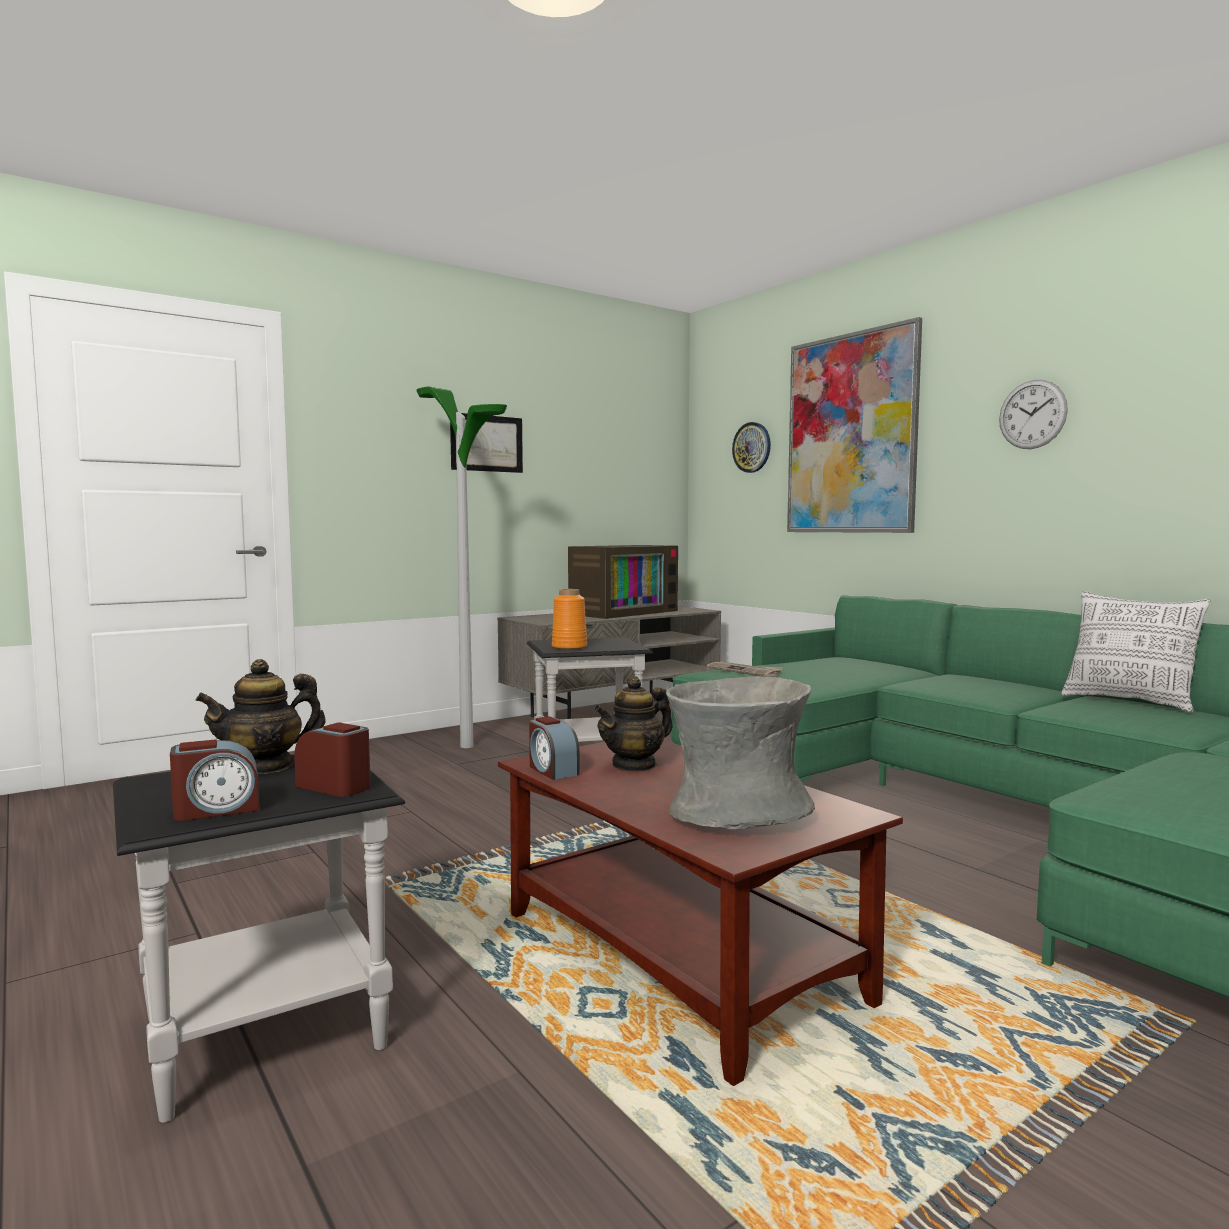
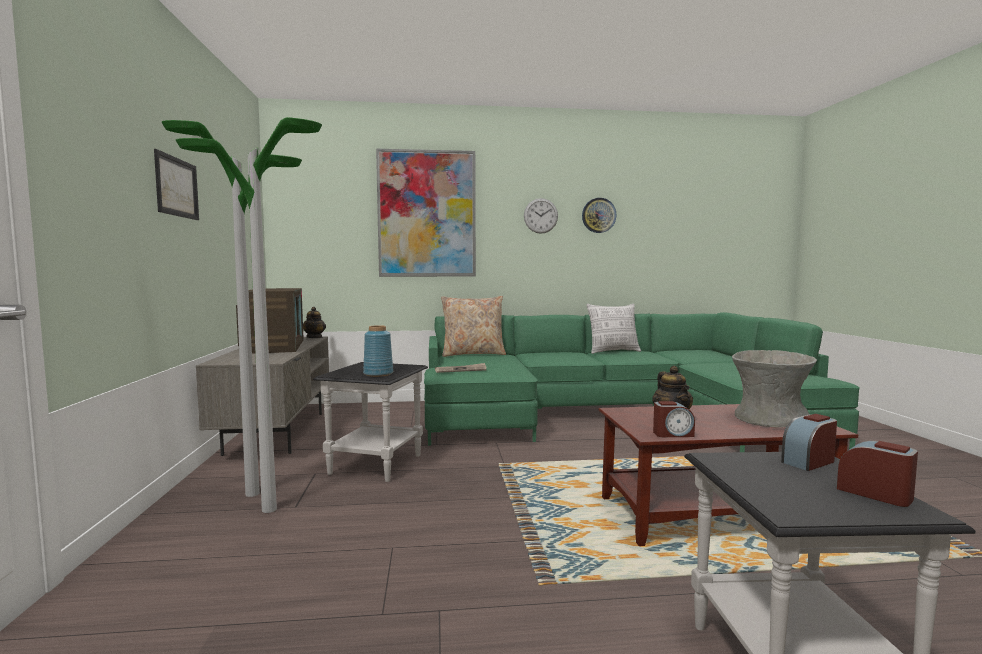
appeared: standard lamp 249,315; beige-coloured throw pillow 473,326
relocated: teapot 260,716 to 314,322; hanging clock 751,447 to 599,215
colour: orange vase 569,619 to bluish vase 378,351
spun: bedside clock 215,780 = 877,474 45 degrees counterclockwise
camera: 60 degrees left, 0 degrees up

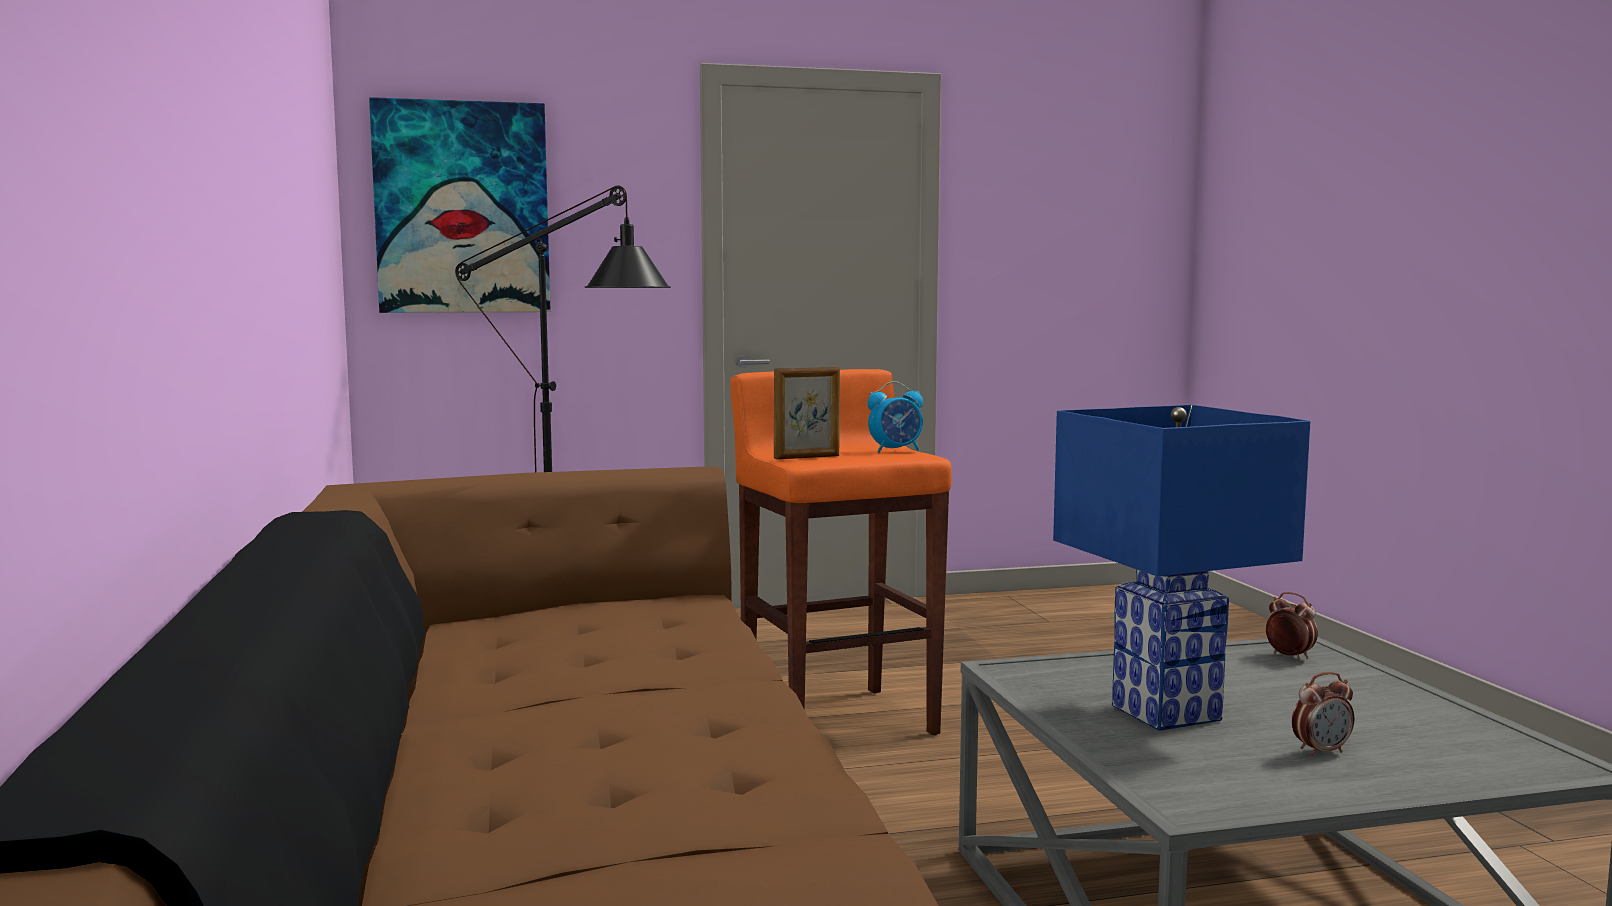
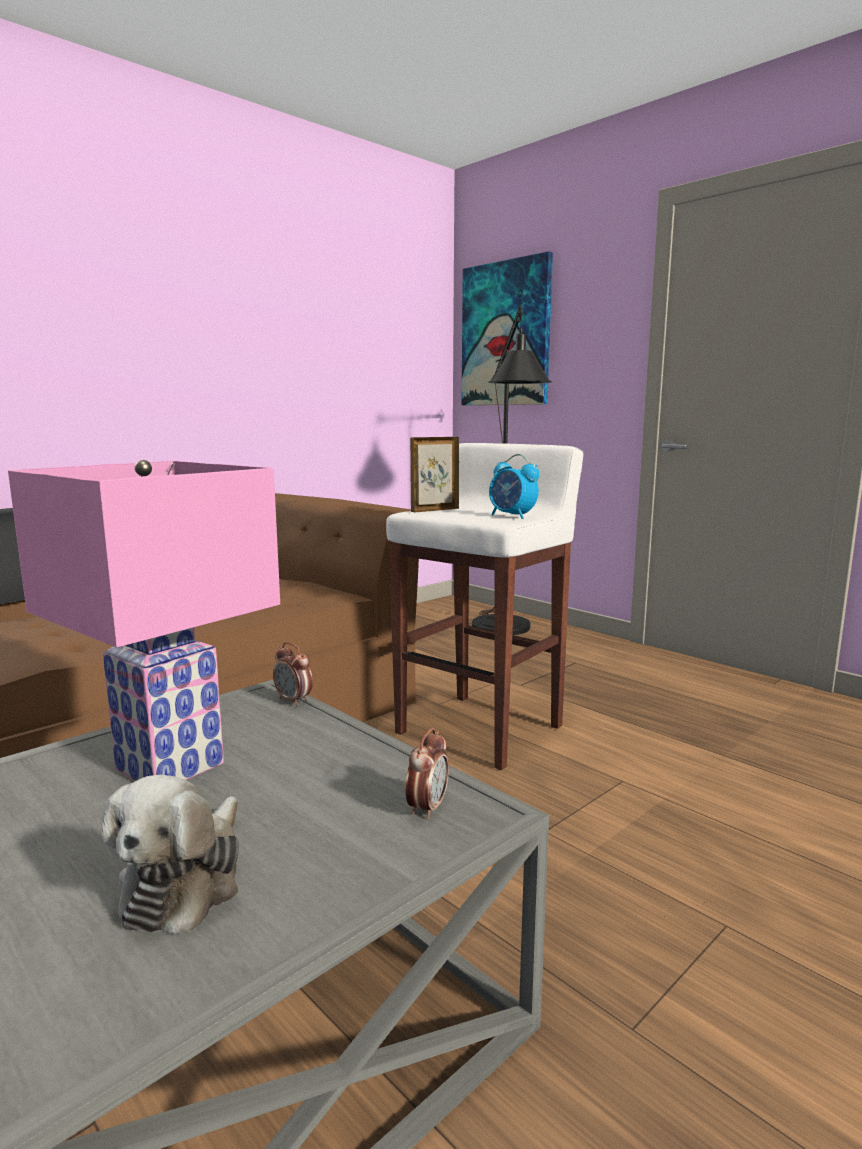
appeared: soft toy 170,854
relocated: bedside clock 1323,714 to 293,674
colour: orange stool seat 841,552 to white-coloured stool seat 484,606; bluish tabletop lamp 1181,568 to pink tabletop lamp 144,620
spun: photo frame 807,413 = 434,474 105 degrees clockwise
camera: 60 degrees right, 5 degrees up

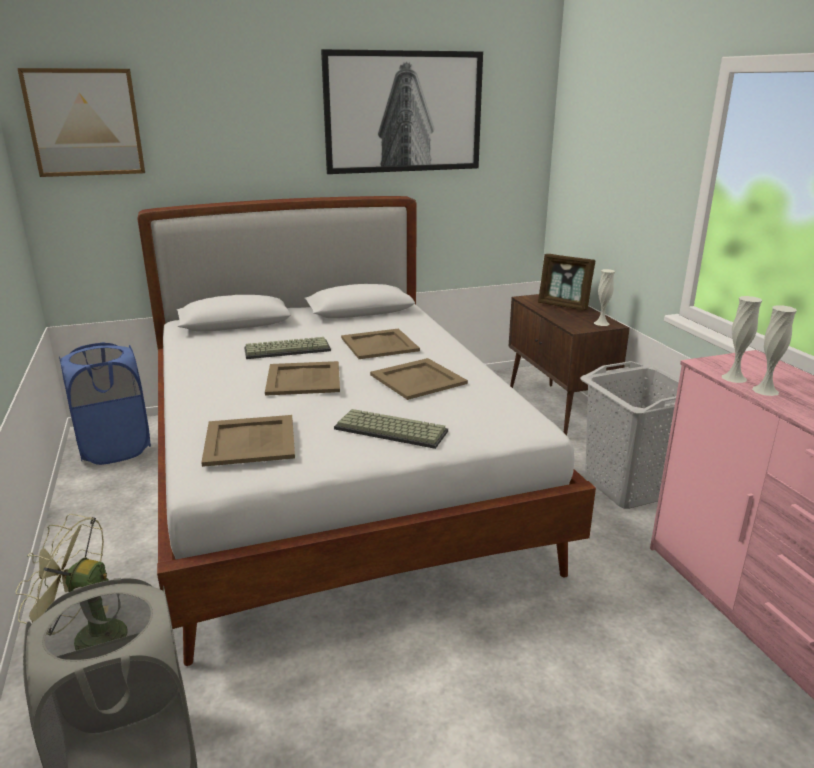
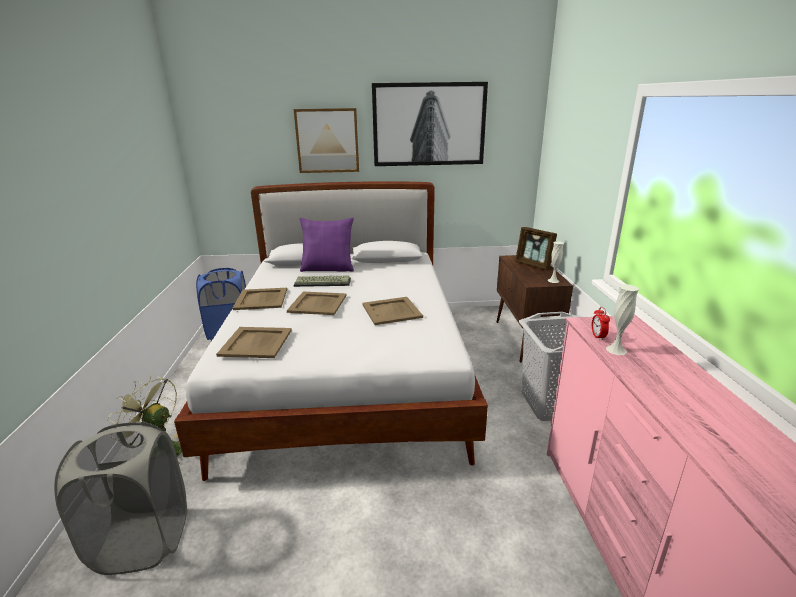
missing: PC keyboard 391,429
appeared: purple throw pillow 326,244
relocated: wall picture 81,122 to 326,140; beige-coloured serving tray 380,343 to 260,299
exchanged: white-coloured vase 742,339 to bedside clock 601,324
camera: 15 degrees right, 0 degrees up

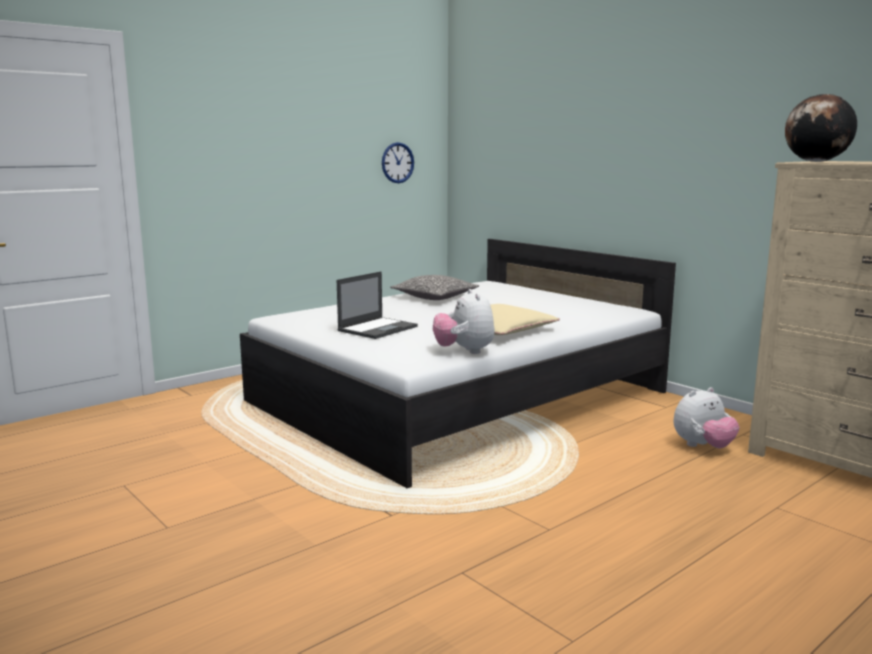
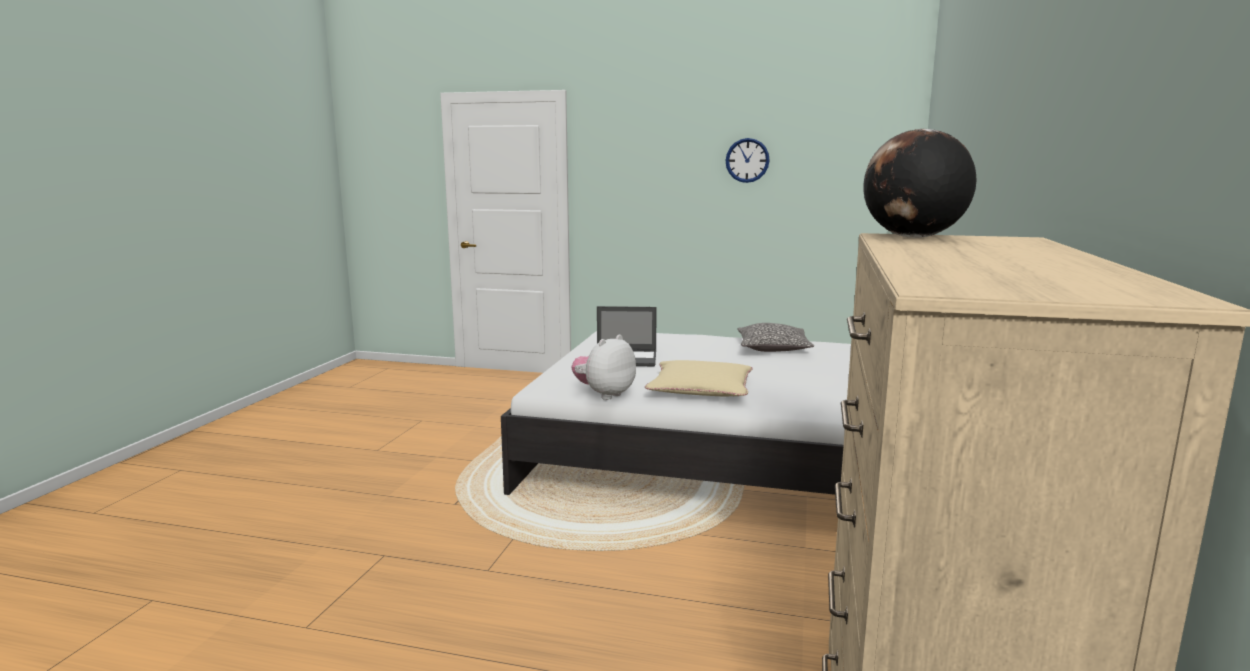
missing: soft toy 706,417
relocated: hanging clock 398,162 to 747,160
camera: 55 degrees right, 0 degrees up

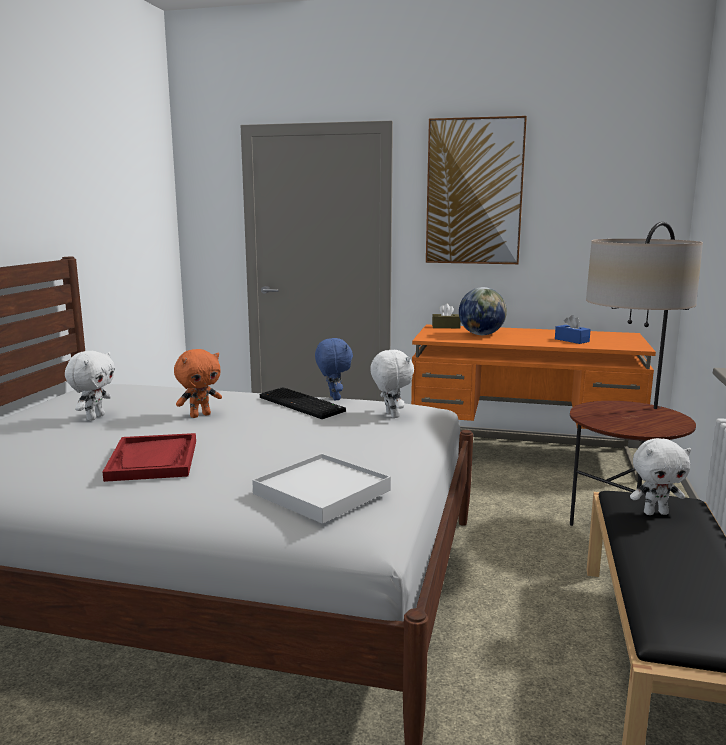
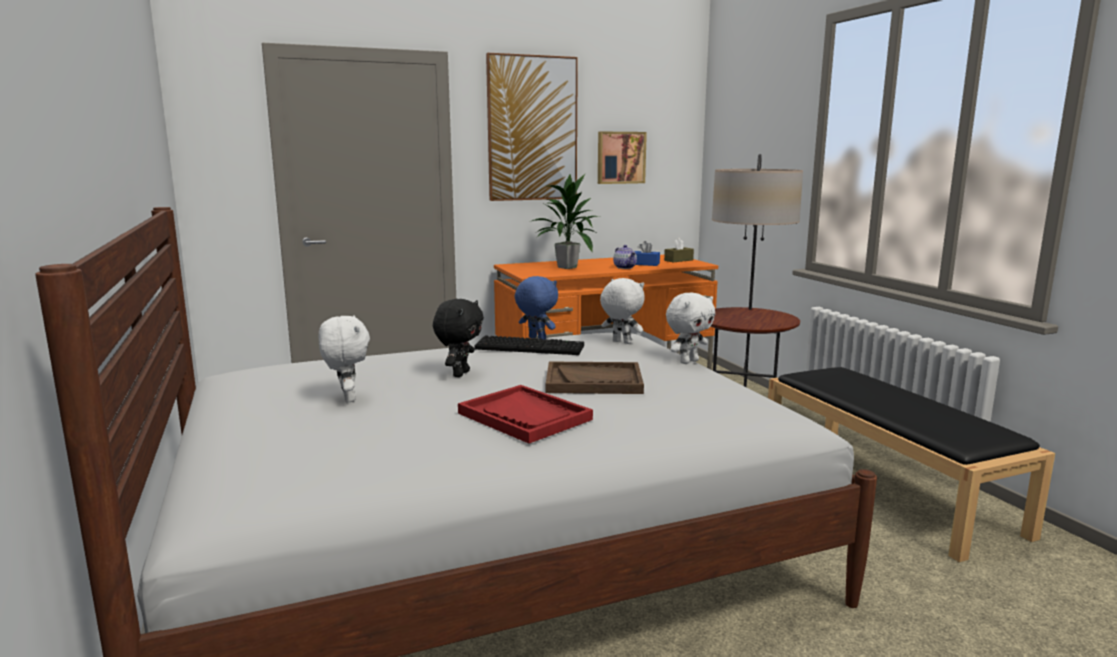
missing: white-coloured serving tray 321,489
appeared: brown-coloured serving tray 595,378; wall picture 622,158; teapot 625,257
relocated: brown-coloured box of tissues 446,316 to 679,250; white-coloured soft toy 660,476 to 690,328
exchanged: world globe 483,311 to potted plant 563,221
colour: orange soft toy 198,383 to blackish soft toy 458,338
camera: 35 degrees left, 0 degrees up

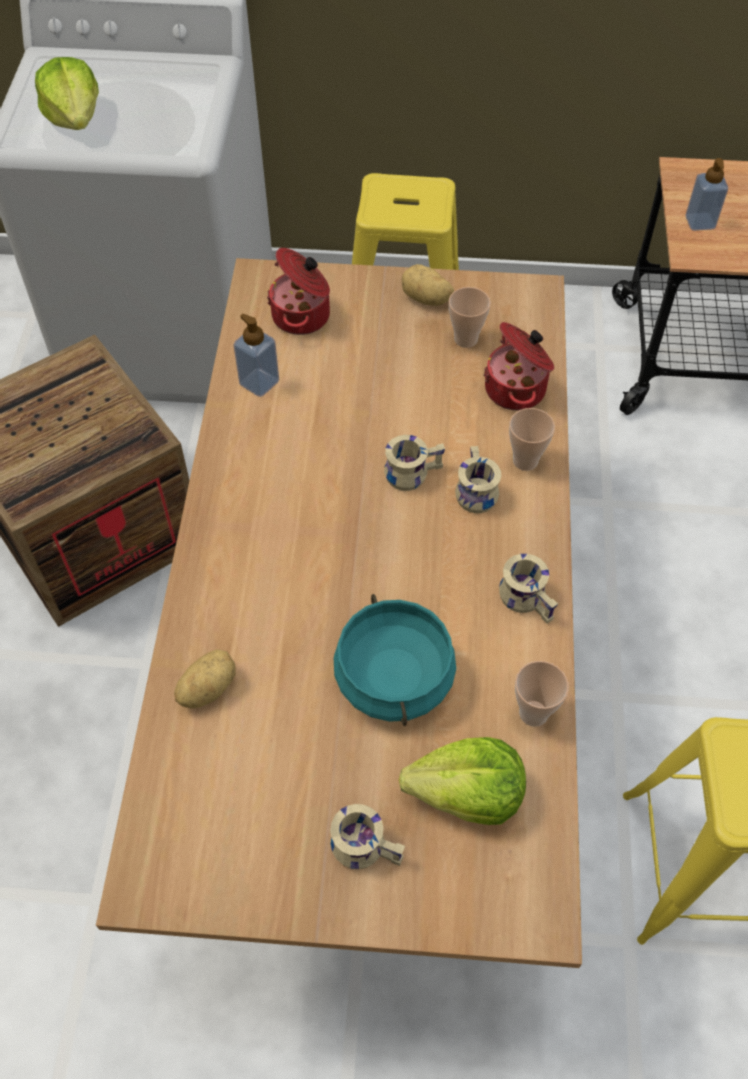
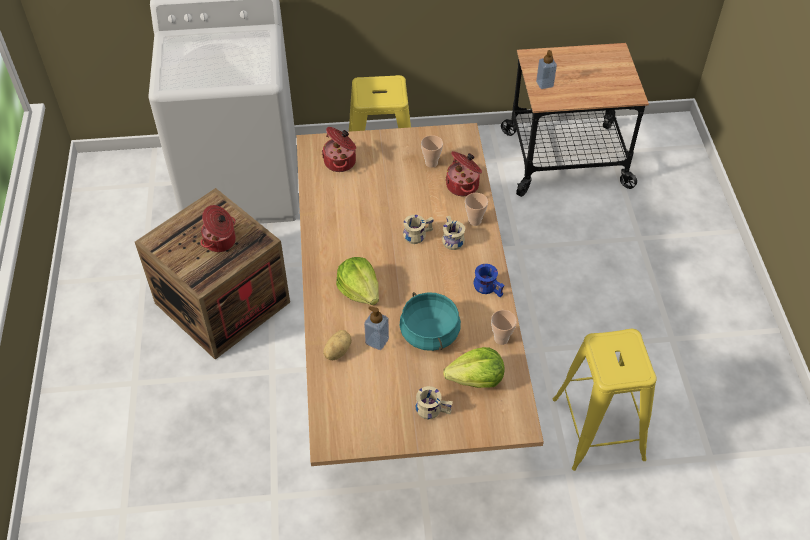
missing: spud 428,285
appeared: cooking pot 218,228
relocated: lettuce 67,93 to 357,281; liquid soap bottle 256,355 to 376,328
colour: beige-coloured coffee mug 528,589 to bluish coffee mug 489,280
camera: 10 degrees left, 5 degrees down

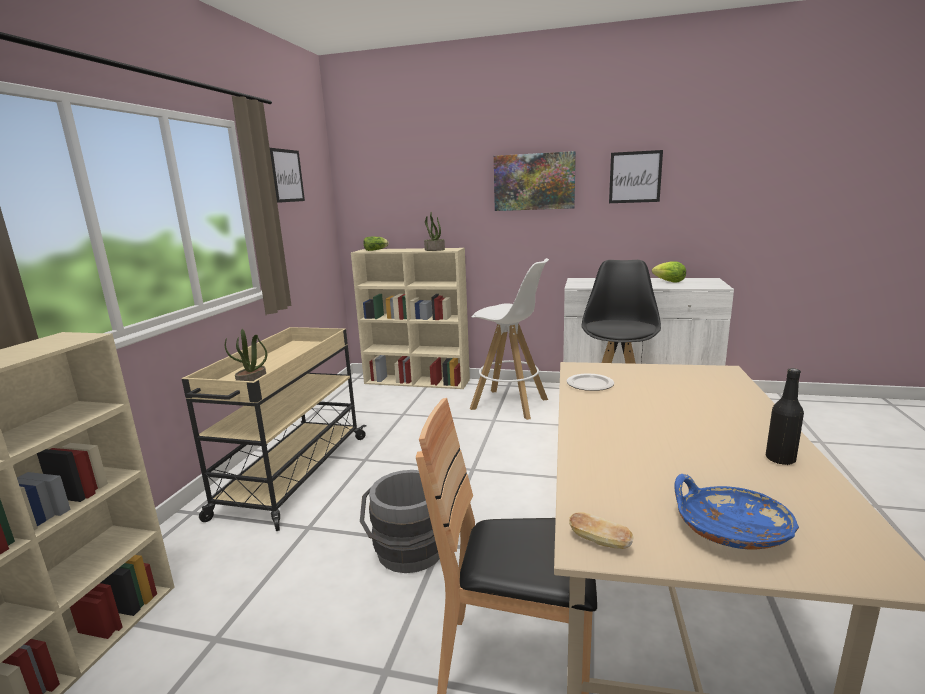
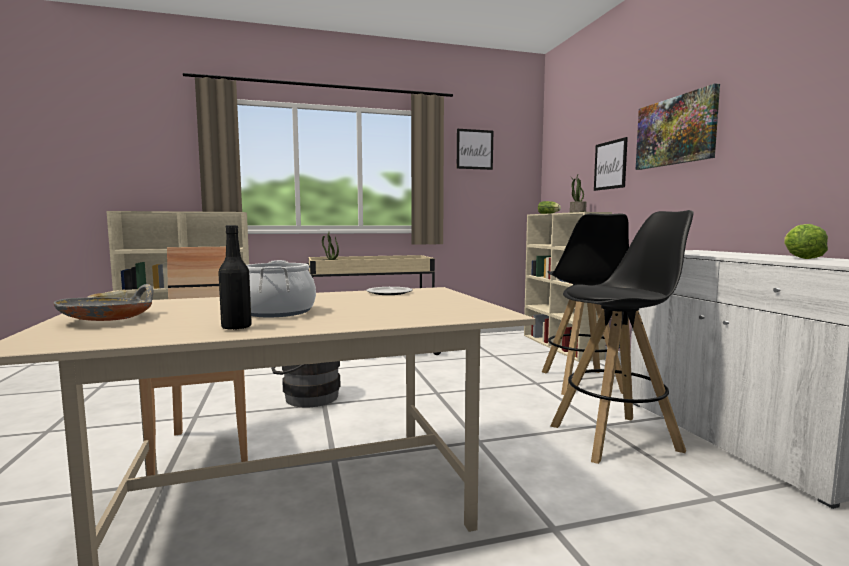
appeared: cooking pot 281,288
relocated: wall picture 636,176 to 611,164
colour: white-coloured stool seat 509,339 to blackish stool seat 585,304; bluish deep dish 736,512 to greyish deep dish 104,302
camera: 60 degrees right, 10 degrees down

